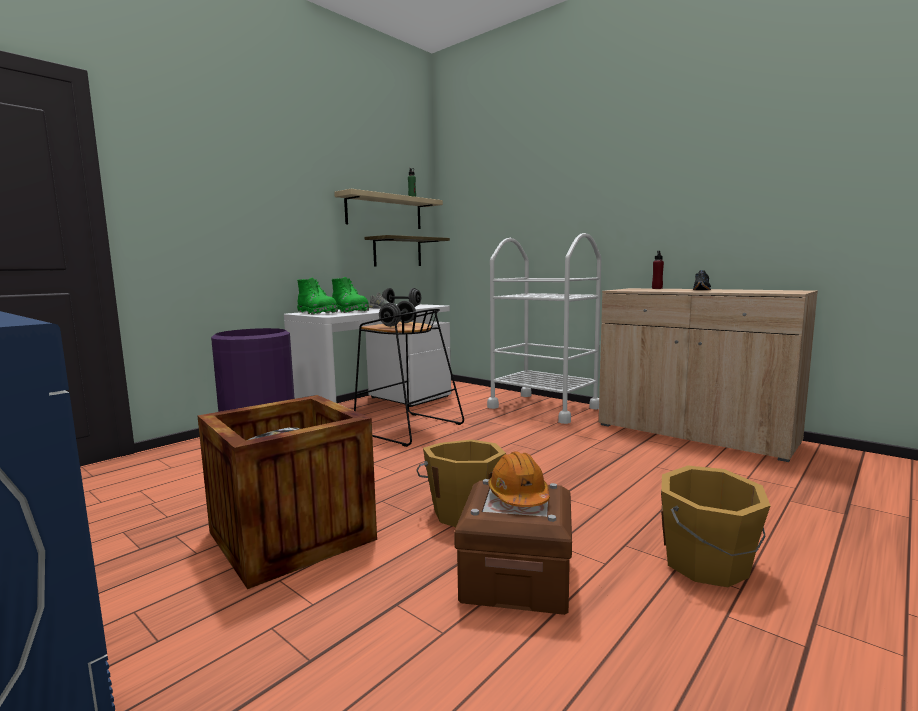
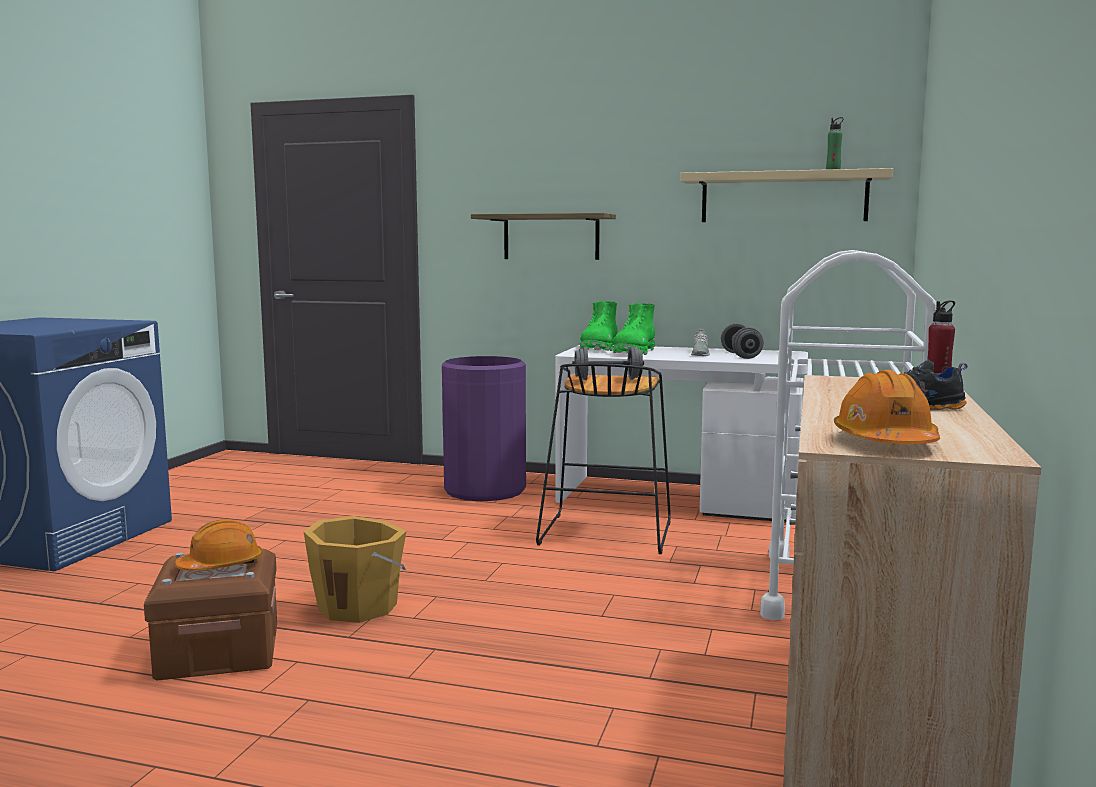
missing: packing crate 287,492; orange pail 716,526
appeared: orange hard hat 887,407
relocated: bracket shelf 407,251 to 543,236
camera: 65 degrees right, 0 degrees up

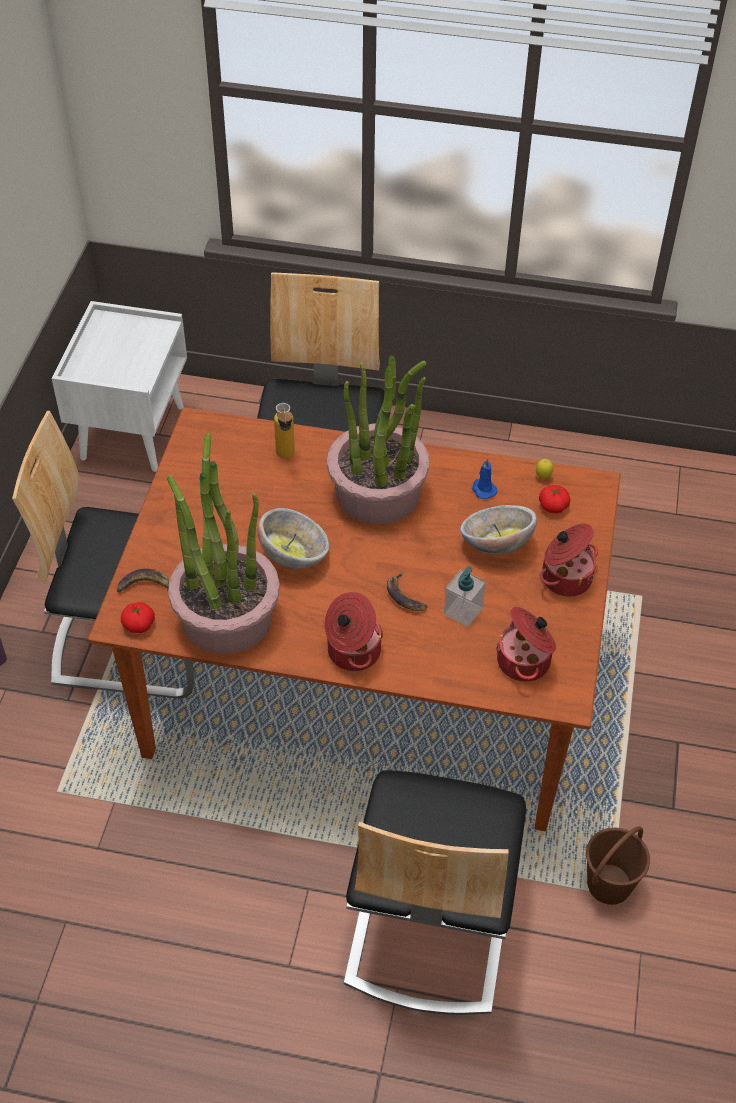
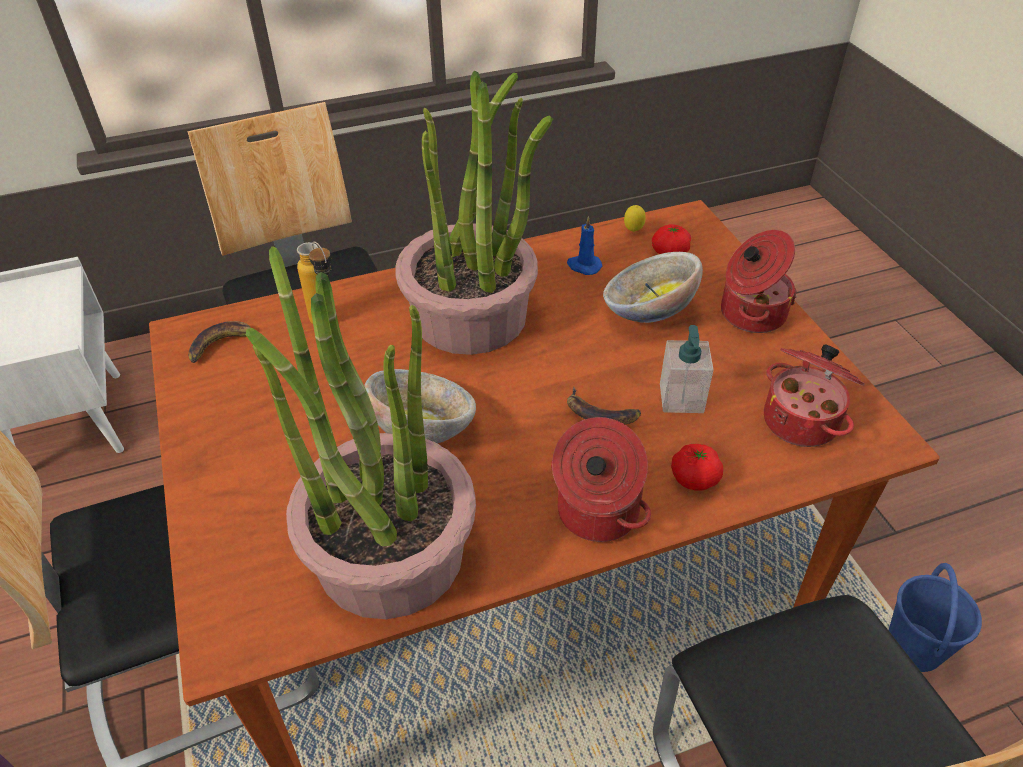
relocated: banana fruit 143,580 to 219,342; fresh tomato 138,617 to 697,467
colour: brown-coloured pail 618,865 to bluish pail 935,617
camera: 30 degrees left, 5 degrees down

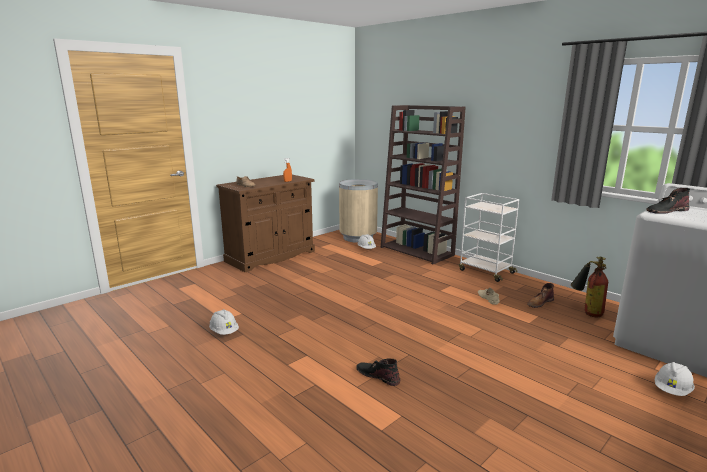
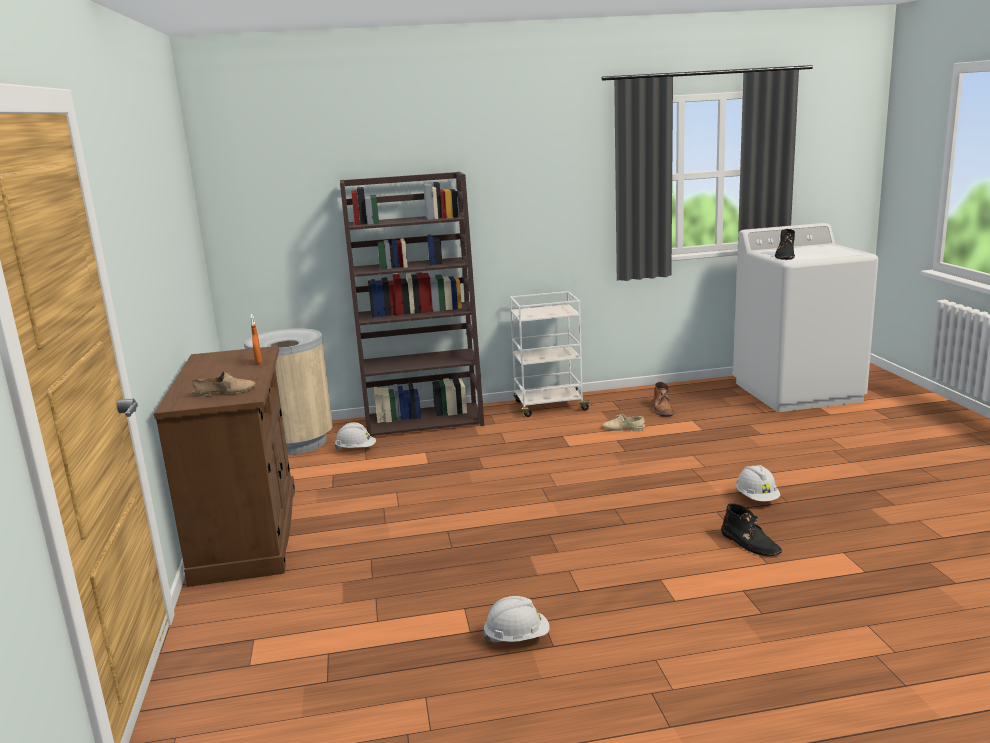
missing: fire-fighting cylinder 589,287
relocated: white-coloured hard hat 675,379 to 758,483
spun: blackish boot 378,372 = 751,529 105 degrees counterclockwise
camera: 55 degrees left, 0 degrees up

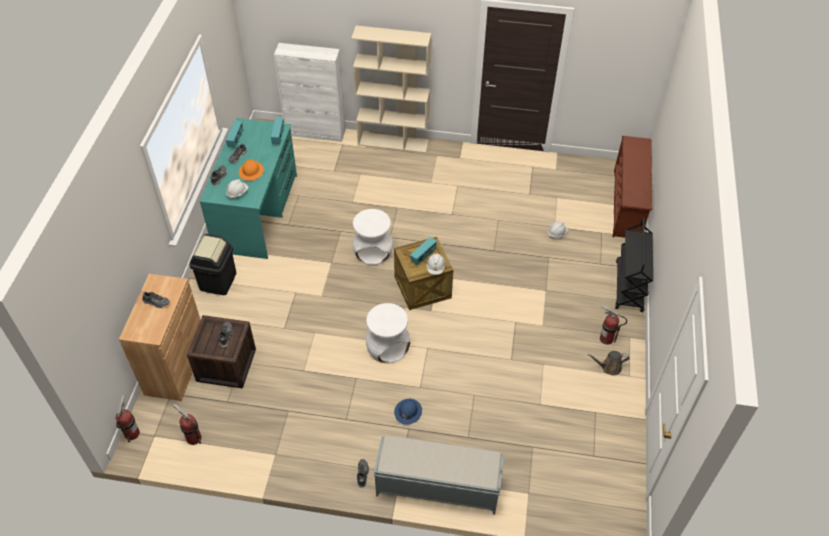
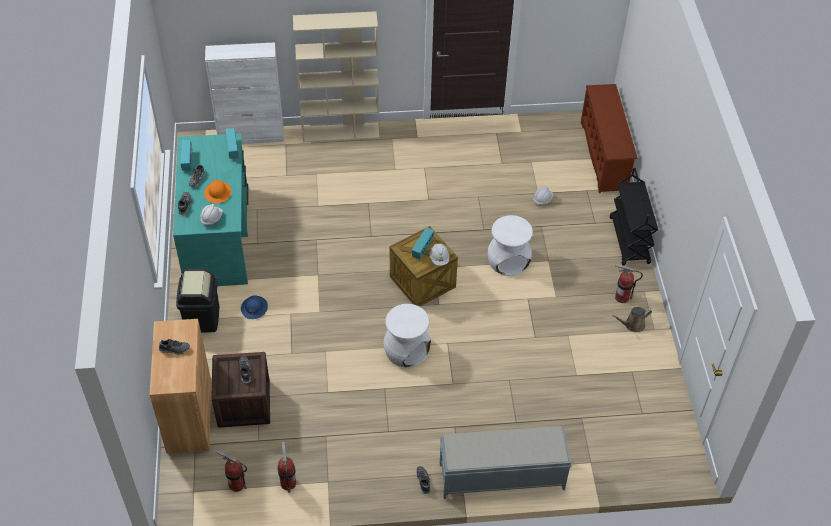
relocated: fire-fighting cylinder 128,418 to 287,467; white-coloured stool seat 372,237 to 510,245; bluish hard hat 408,412 to 254,307
camera: 15 degrees left, 0 degrees up

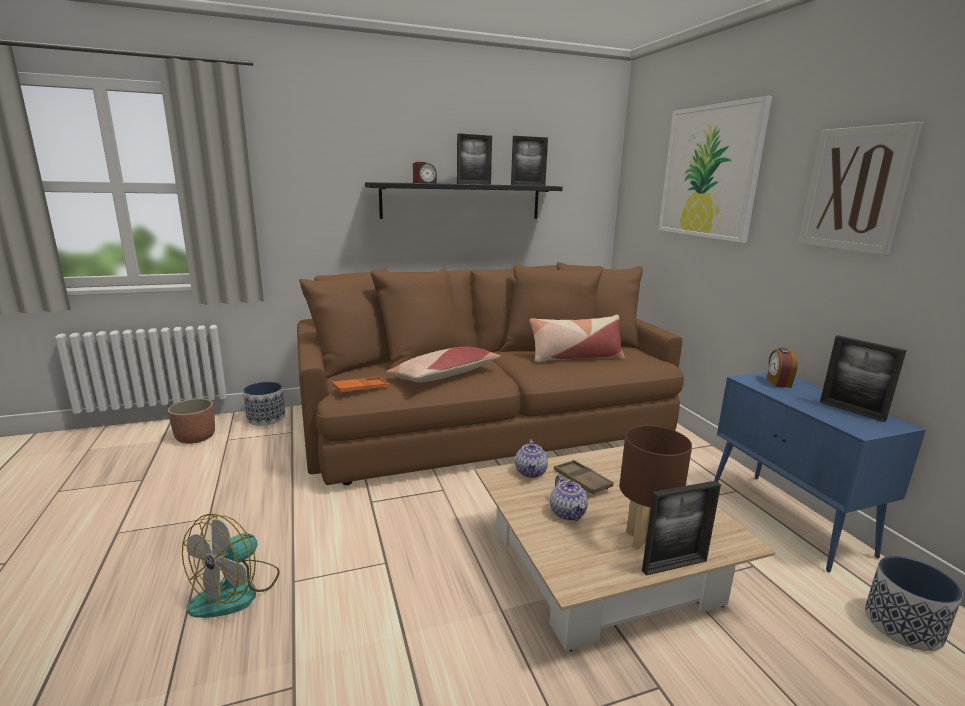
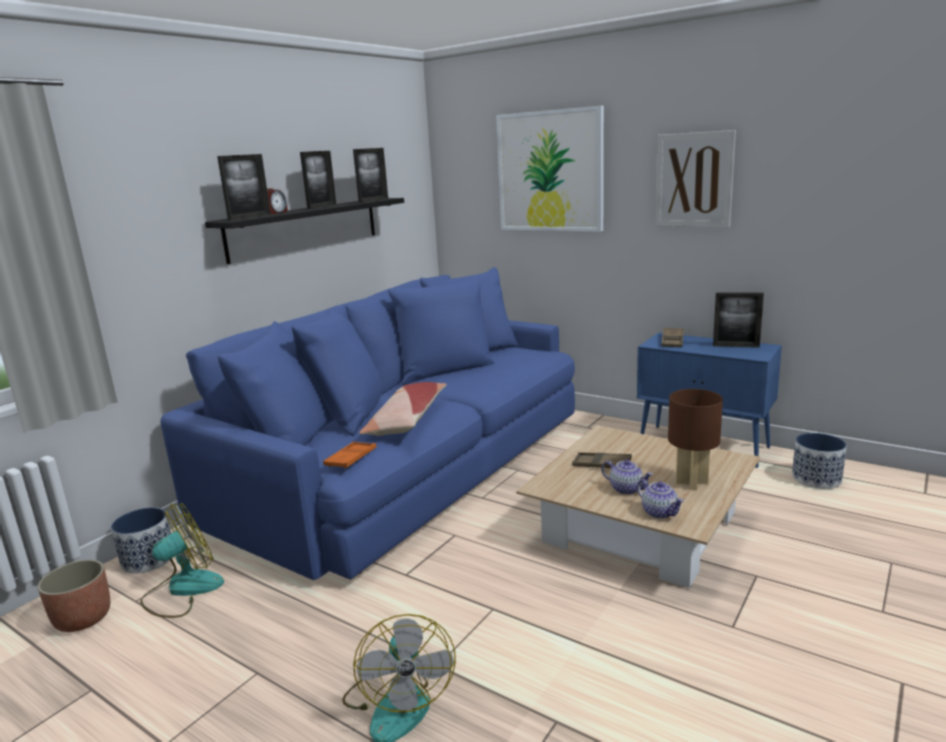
missing: throw pillow 577,339
appeared: electric fan 182,560
relocated: teapot 531,458 to 660,499; photo frame 681,528 to 244,187
exchanged: bedside clock 782,368 to brown-coloured serving tray 672,337
colour: brown-coloured settee 490,373 to bluish settee 368,423
camera: 35 degrees left, 0 degrees up

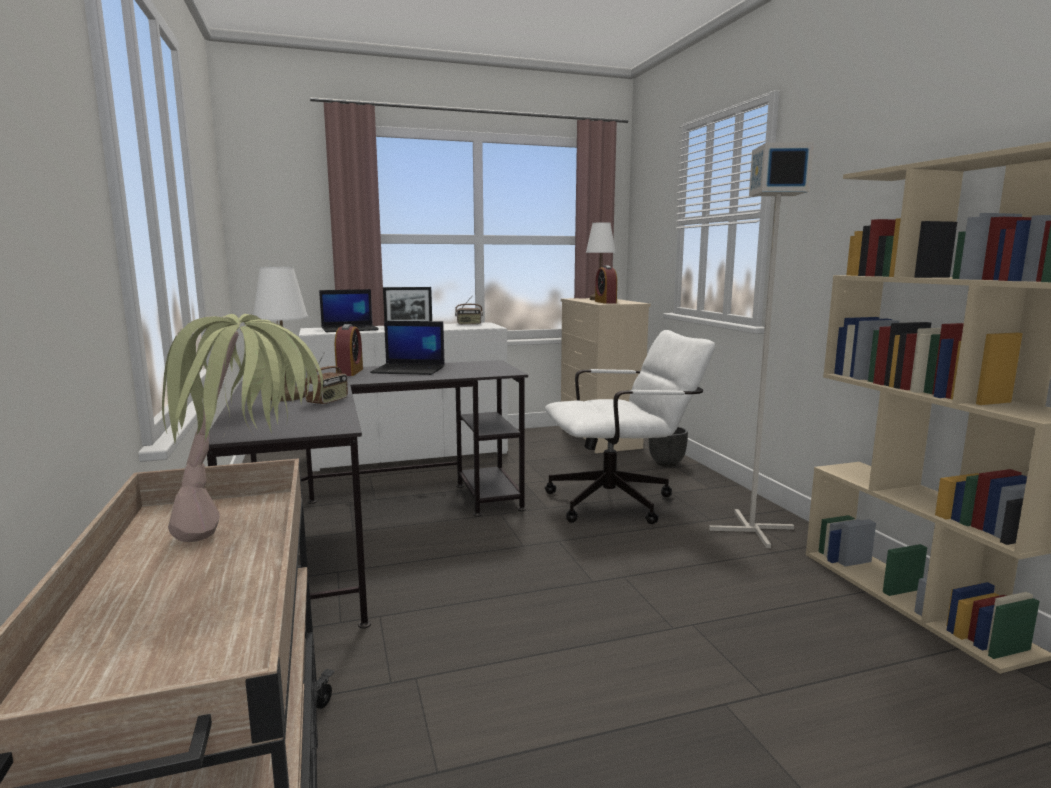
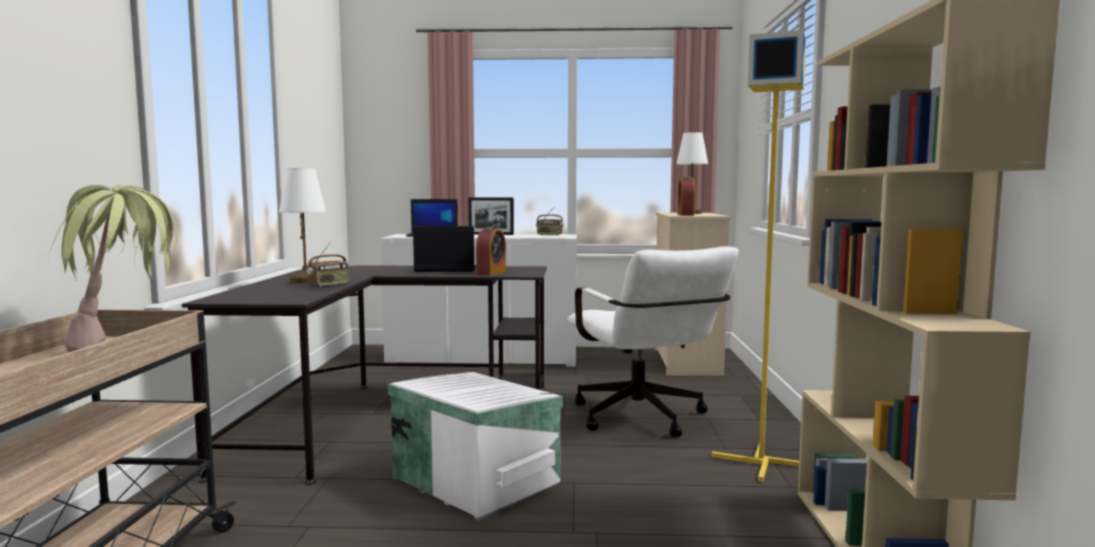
missing: blackish planter 668,446
appeared: white-coloured storage box 475,446
relocated: bedside clock 349,350 to 491,251
colour: greyish standard lamp 761,345 to yellow standard lamp 759,256
spun: laptop 407,348 = 444,249 150 degrees clockwise; white-coloured office chair 630,427 = 653,341 60 degrees clockwise
camera: 20 degrees right, 5 degrees down

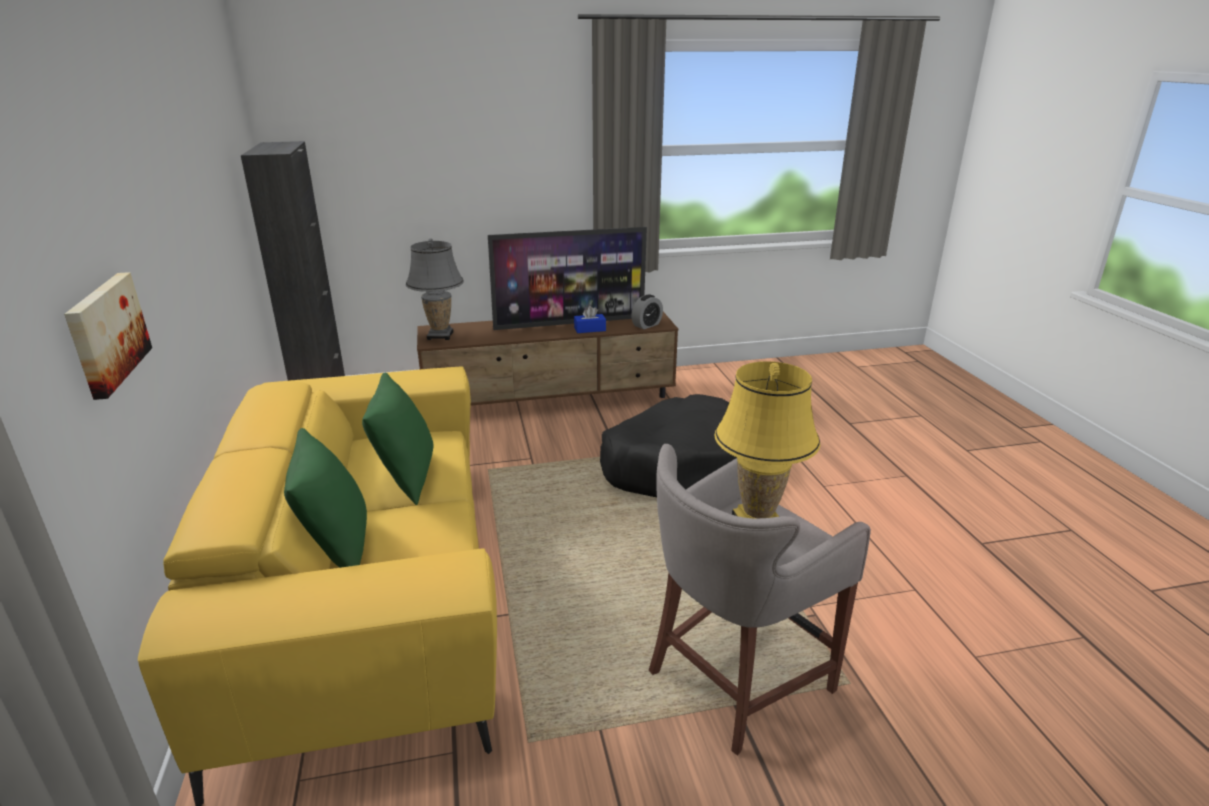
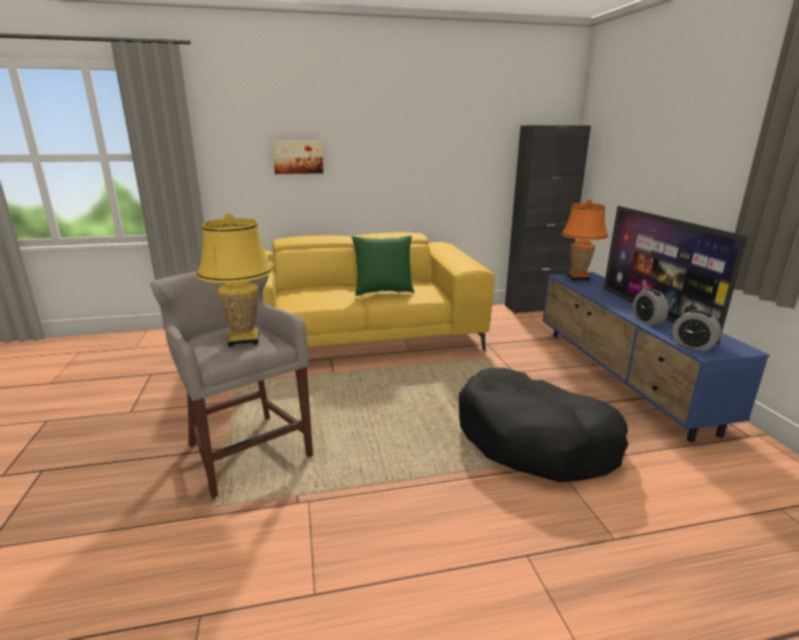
missing: greenish throw pillow 325,498
exchanged: bluish box of tissues 590,319 to bedside clock 650,307
colour: greyish tabletop lamp 435,289 to orange tabletop lamp 584,240; brown-coloured tv stand 547,359 to bluish tv stand 655,357
camera: 90 degrees right, 5 degrees down

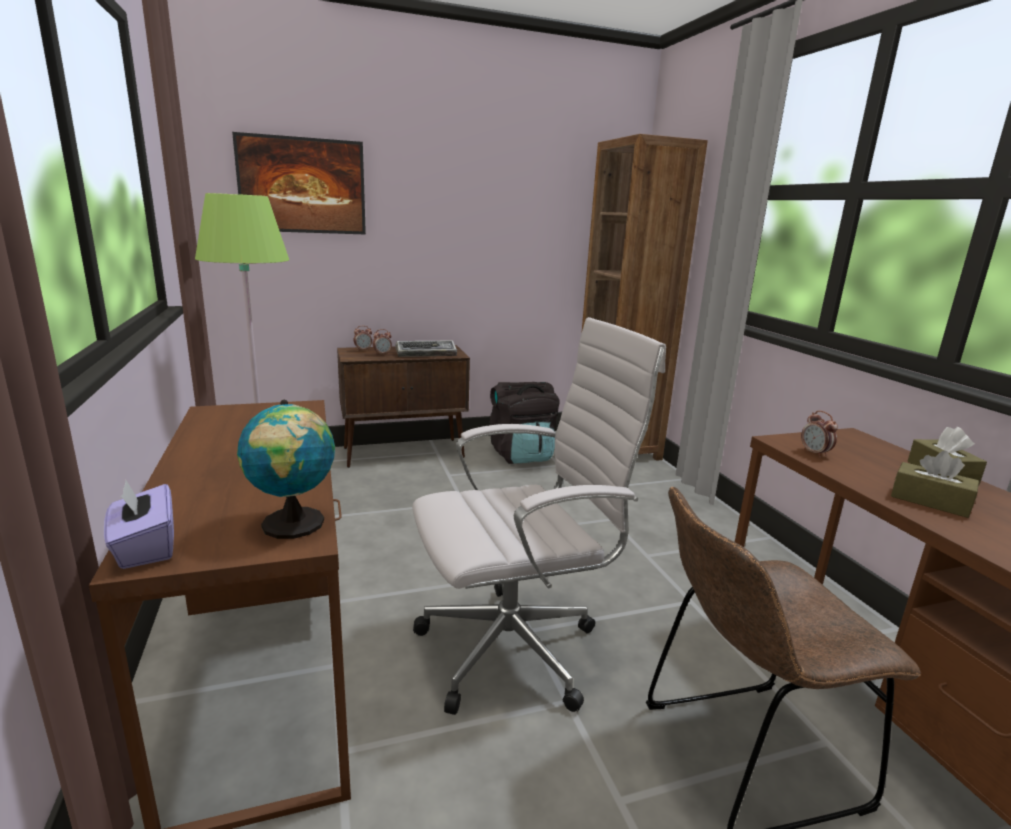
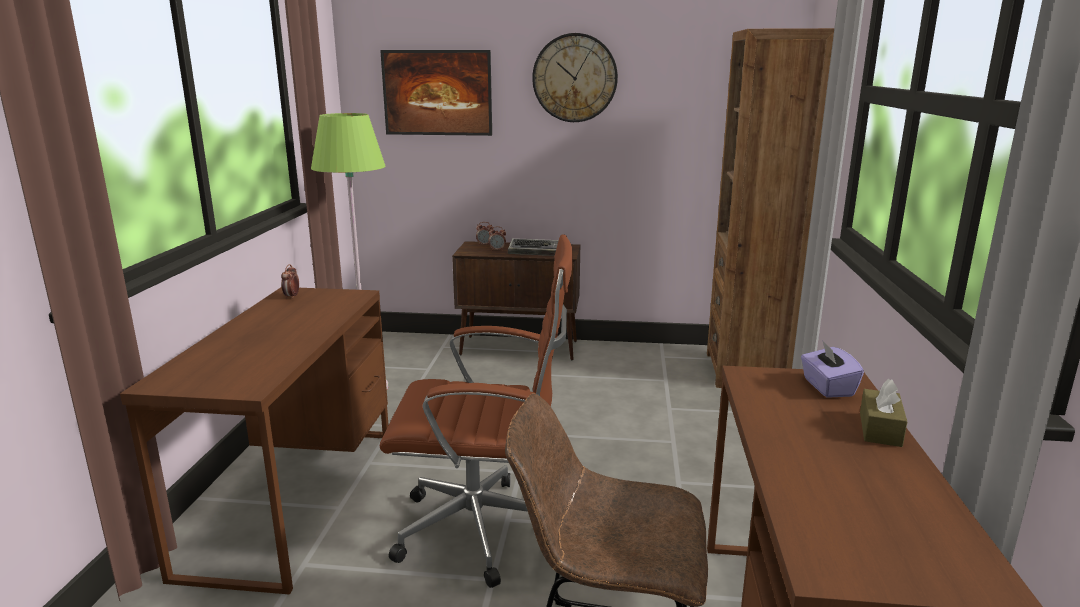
missing: world globe 286,469; blackish knapsack 525,423; brown-coloured box of tissues 935,484
appeared: hanging clock 575,77
relocated: purple box of tissues 139,524 to 832,369; bedside clock 819,434 to 290,281
colour: white-coloured office chair 539,516 to brown-coloured office chair 476,411
camera: 25 degrees right, 0 degrees up

